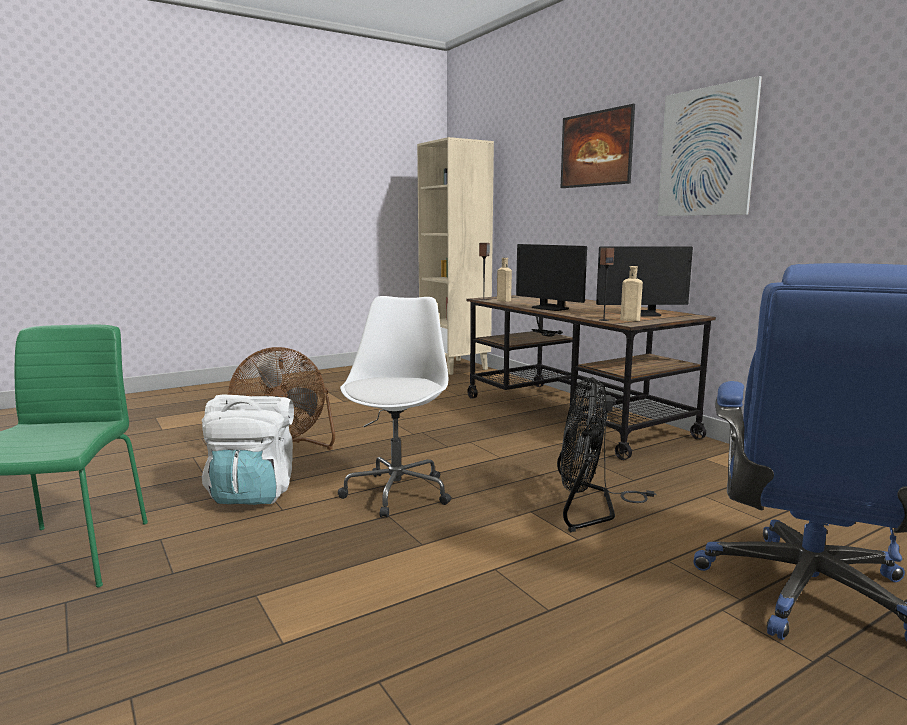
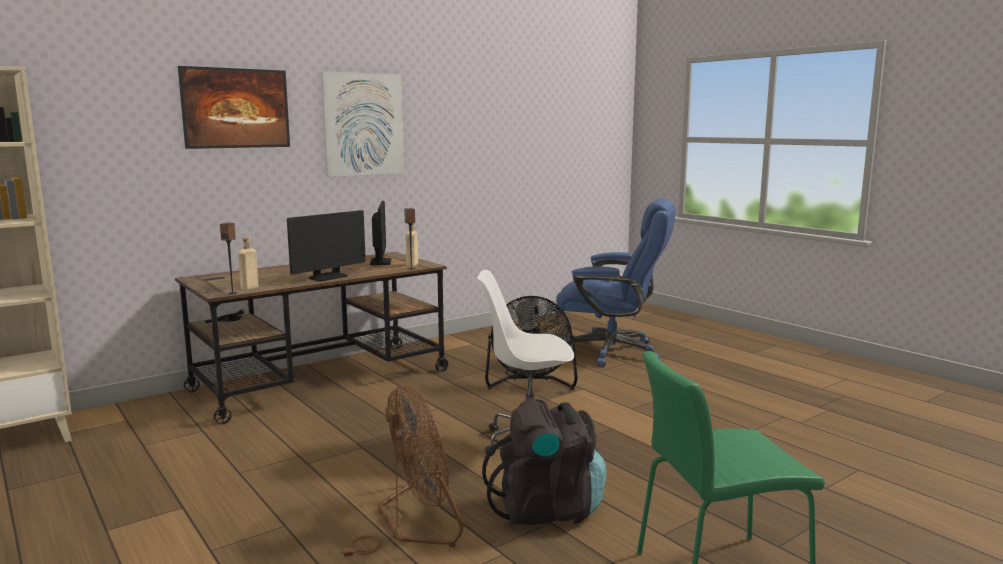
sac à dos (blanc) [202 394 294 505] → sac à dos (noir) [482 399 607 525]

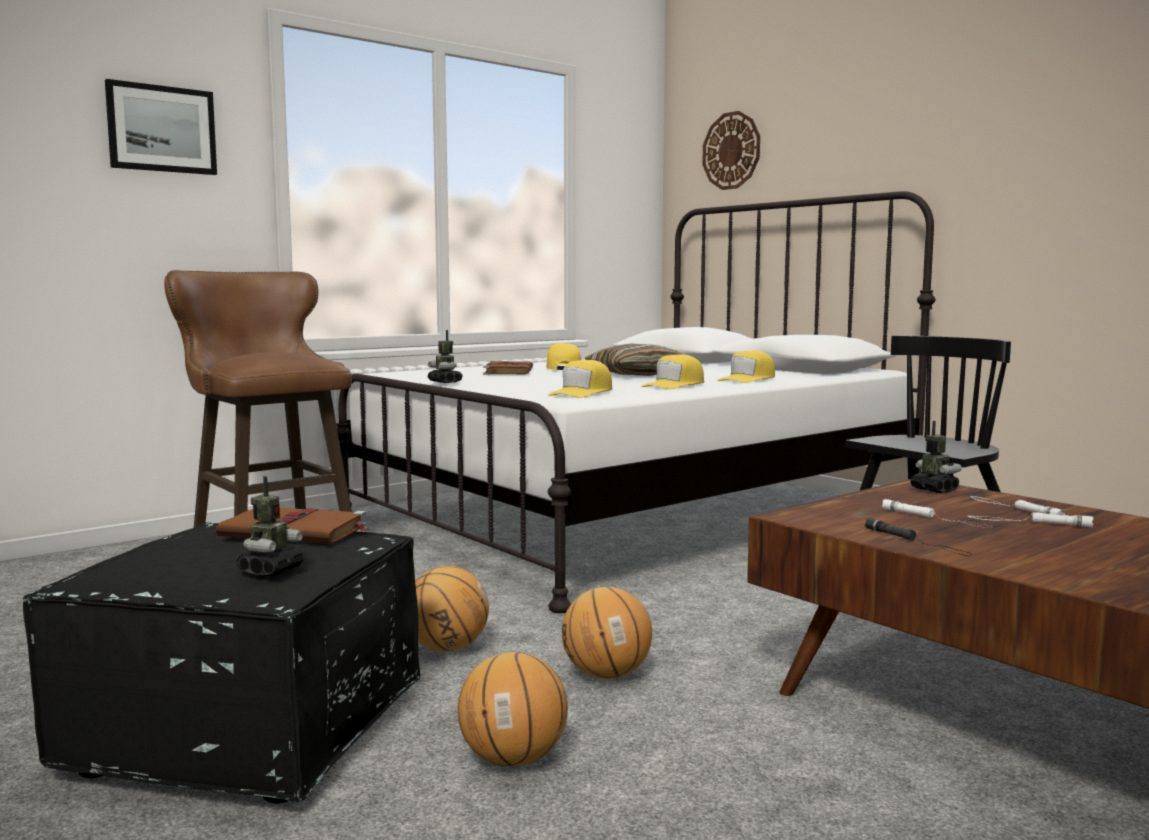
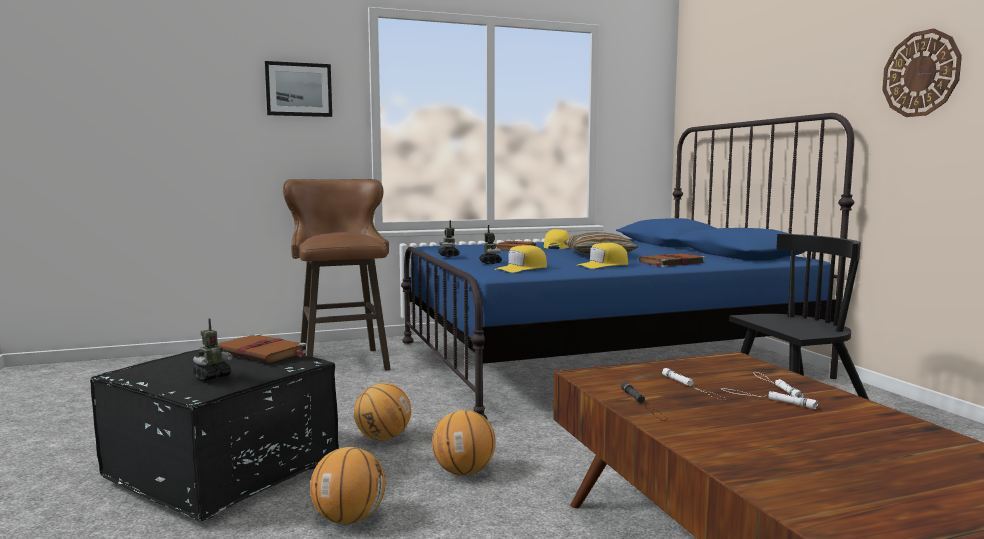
lit (blanc) [337 191 935 613] → lit (bleu) [401 113 855 419]
horloge murale [702 111 760 190] → horloge murale [882 28 962 117], move
casquette (jaune) [717 350 775 383] → livre (marron) [639 253 706 267]
robot jouet [910 421 962 493] → robot jouet [479 225 502 264], move

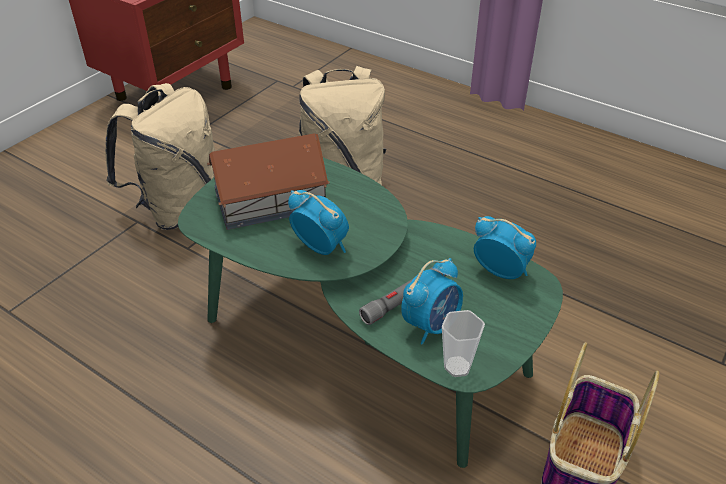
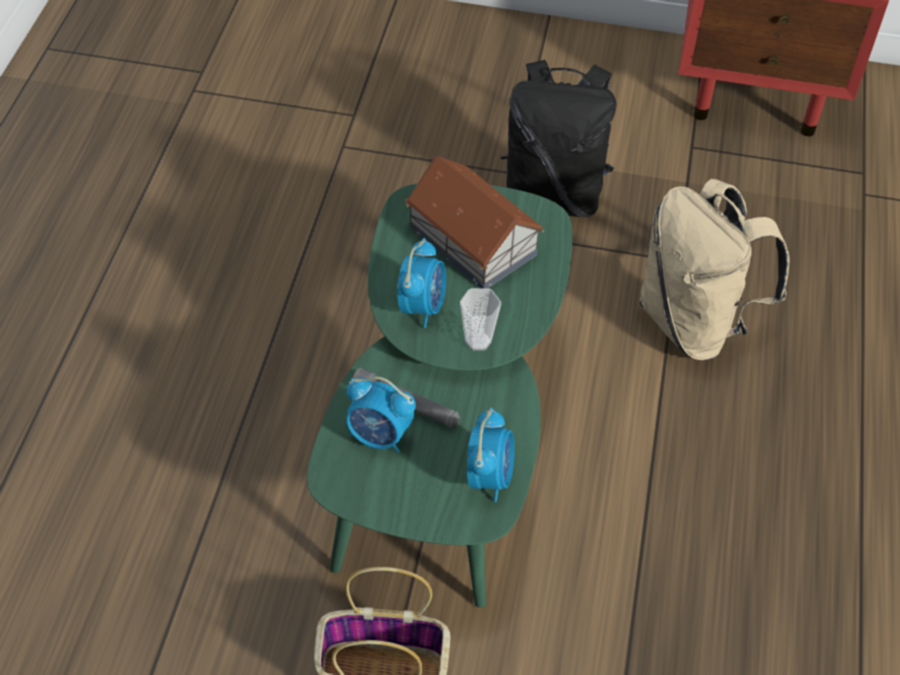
sac à dos (beige) [105 83 215 230] → sac à dos (noir) [501 60 616 217]
tasse [442 310 485 377] → tasse [460 288 501 351], move

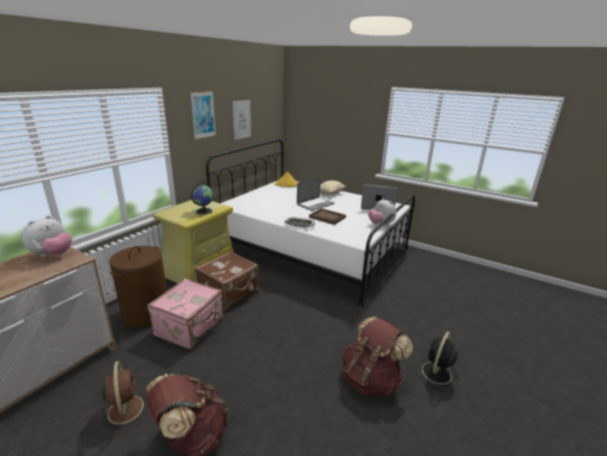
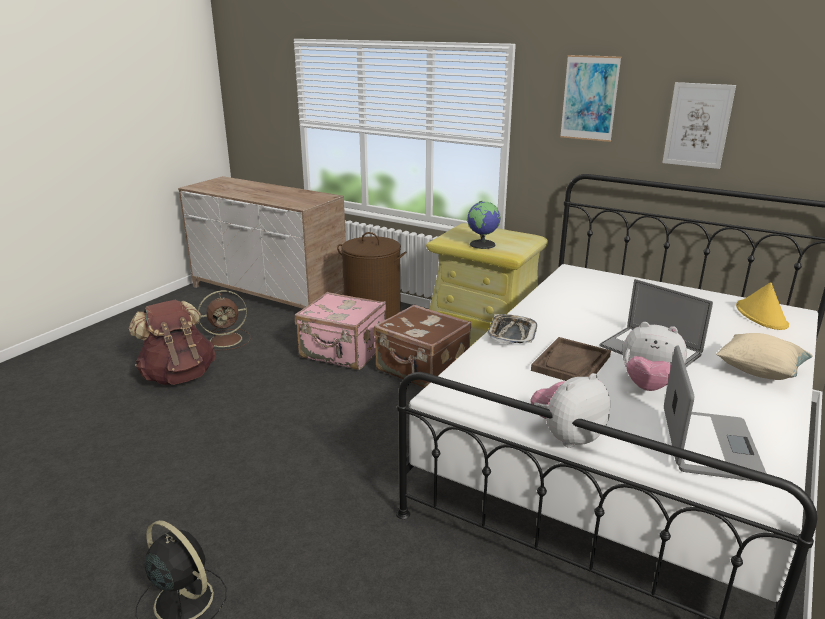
peluche [22 215 72 257] → peluche [623 322 687 391], move
sac à dos (marron) [342 317 413 396] → -

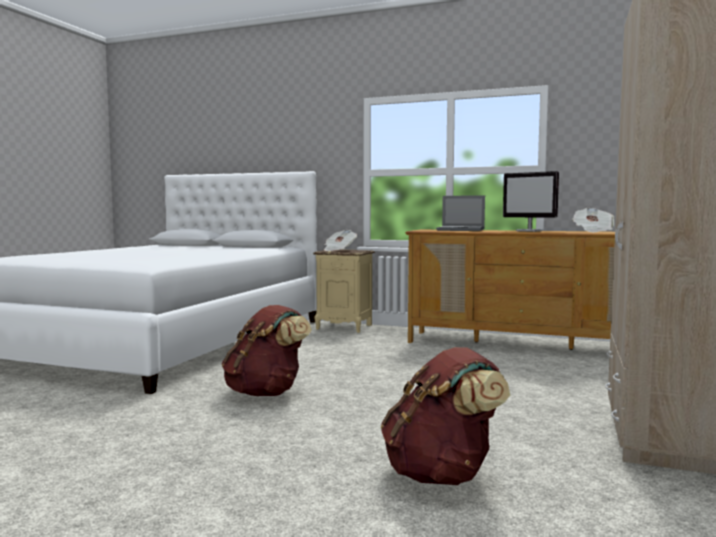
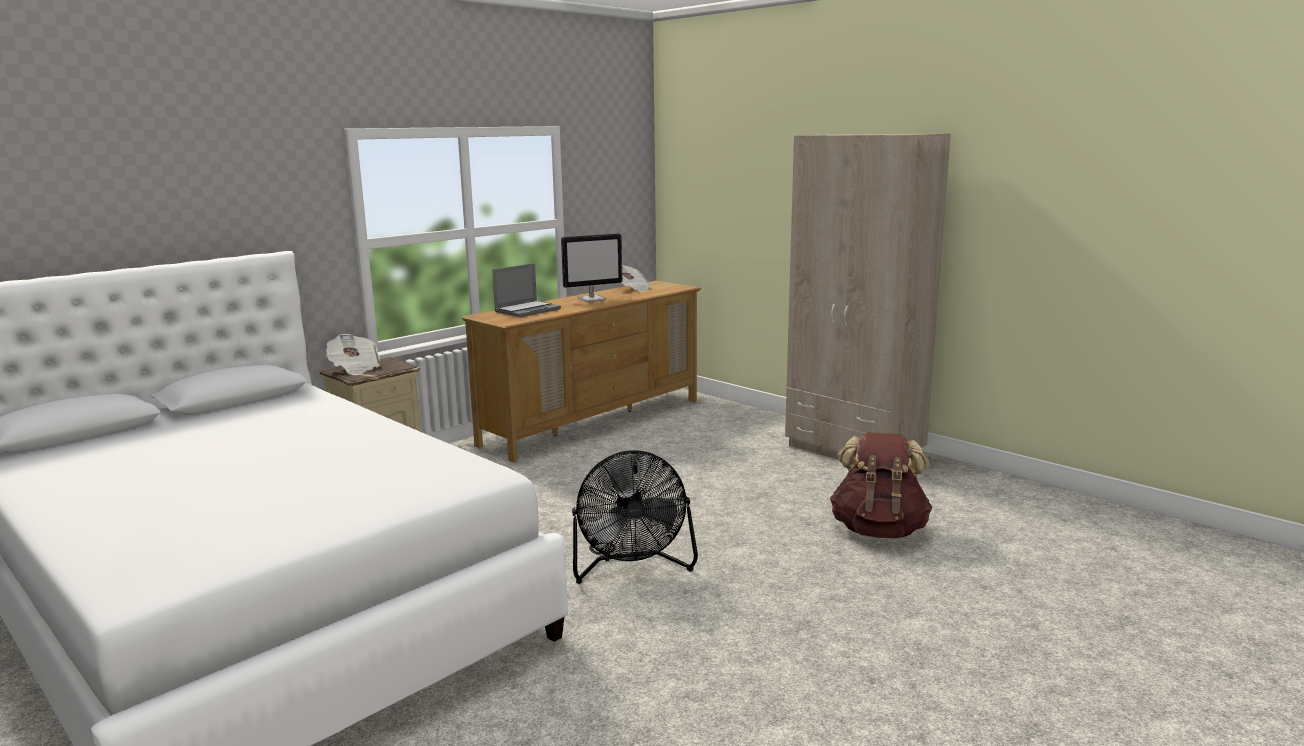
sac à dos (marron) [222 305 312 396] → ventilateur (noir) [572 450 698 584]

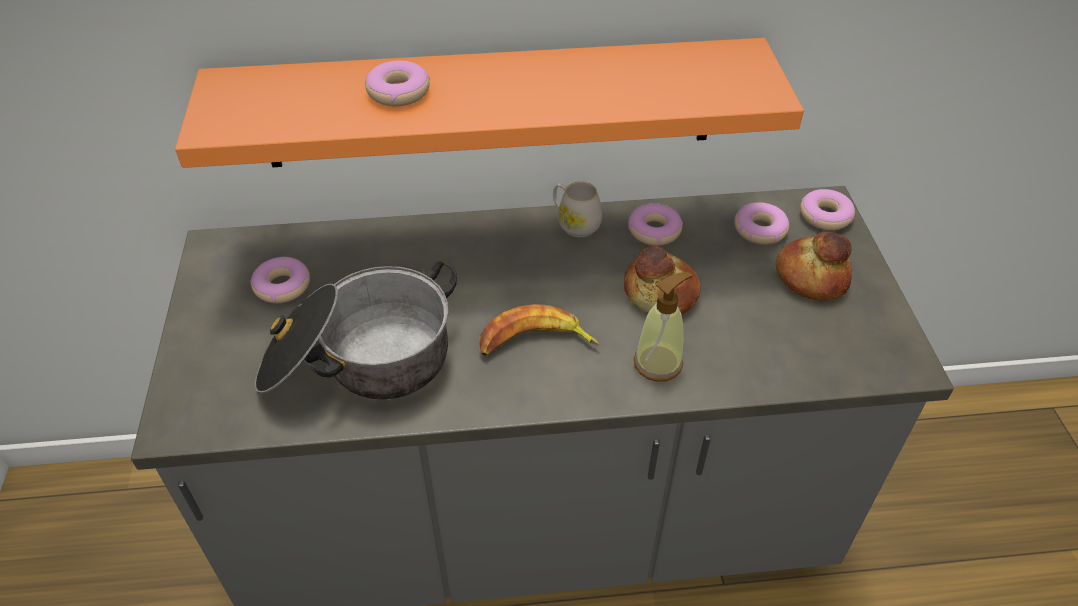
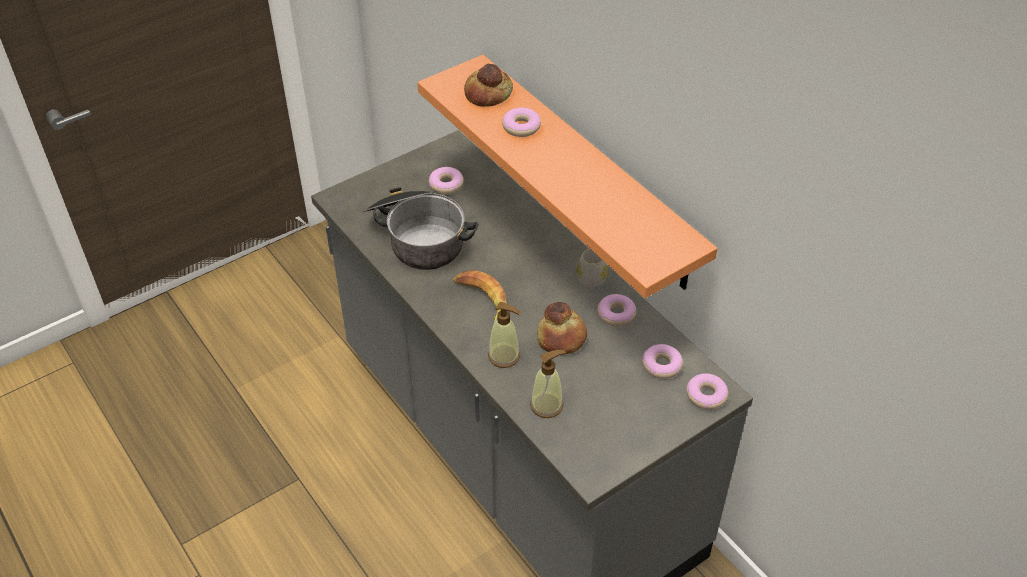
pain [776 232 852 301] → pain [464 64 513 107], move
- → distributeur de savon [530 350 566 418]

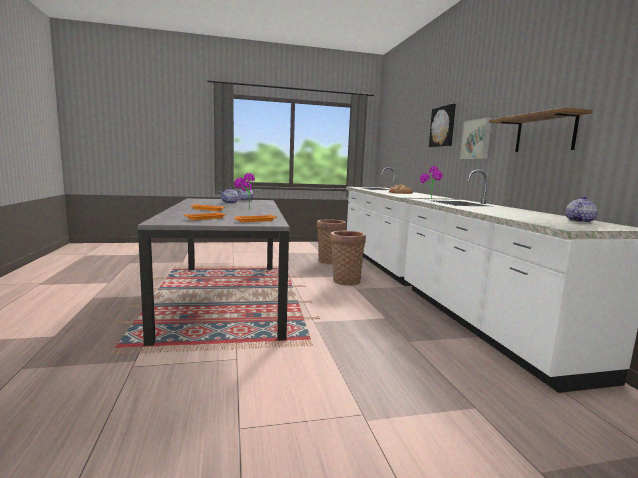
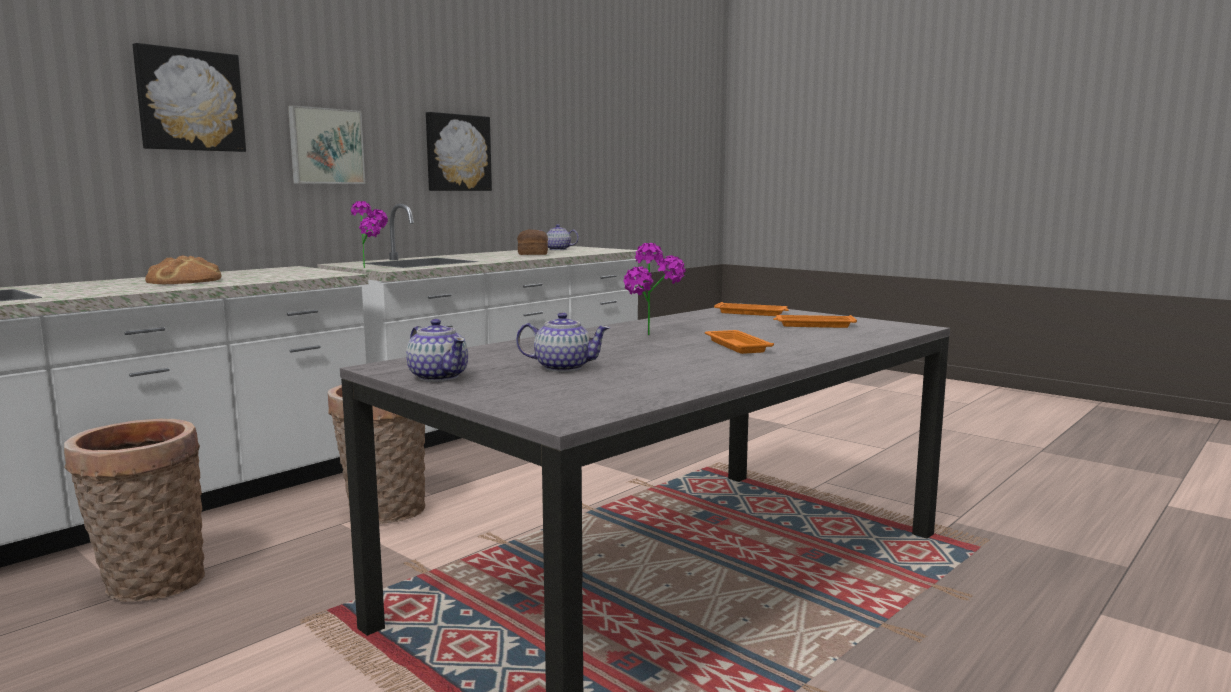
étagère [489 107 593 152] → tableau [426 112 492 191]
- → pain [517 229 548 255]

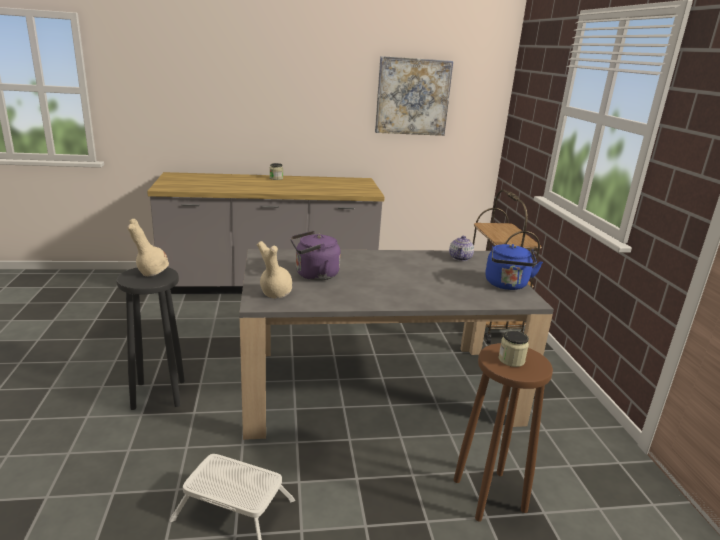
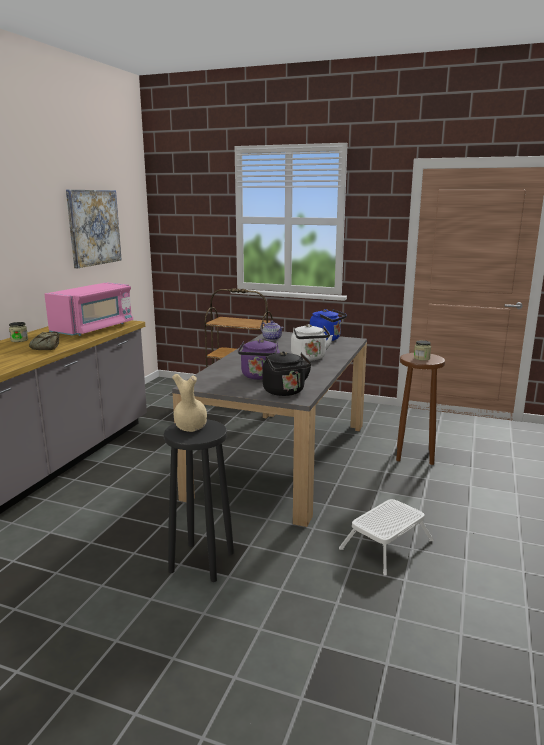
vase (beige) [257 241 292 298] → bouilloire (noir) [263 351 312 396]
- → pain [29 332 60 350]
- → micro-ondes (rose) [44 282 133 336]
- → bouilloire (blanc) [291 324 333 361]

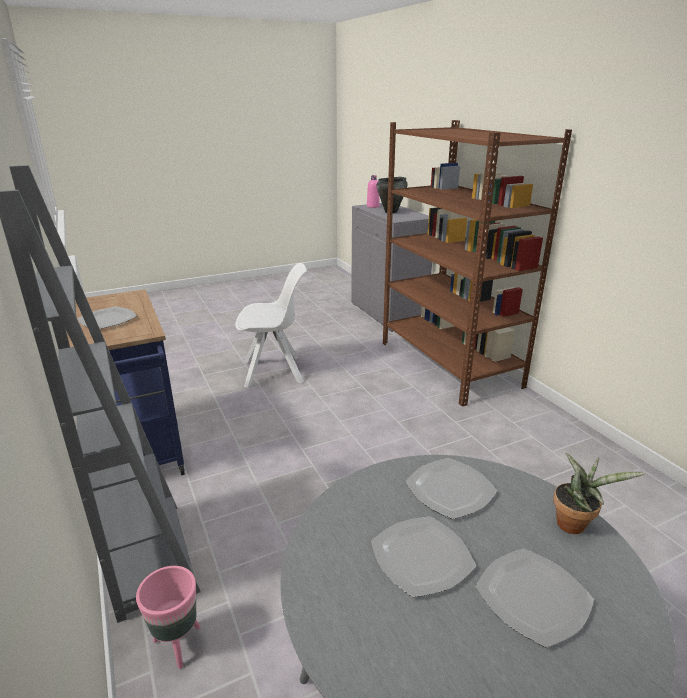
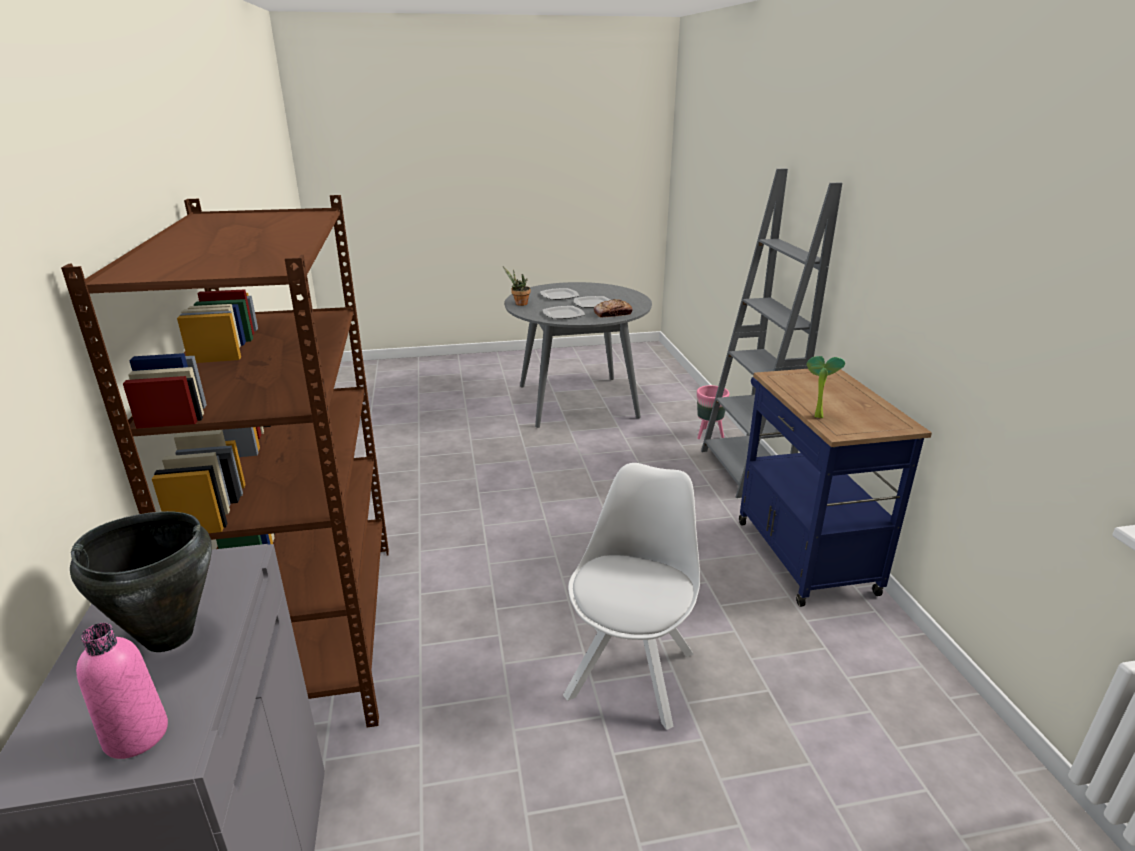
assiette [77 306 137 329] → -
chaise (blanc) [235 263 307 388] → chaise (blanc) [563 463 700 730], 105 degrees clockwise
- → pain [594 299 633 318]
- → plante en pot [807 356 845 418]

